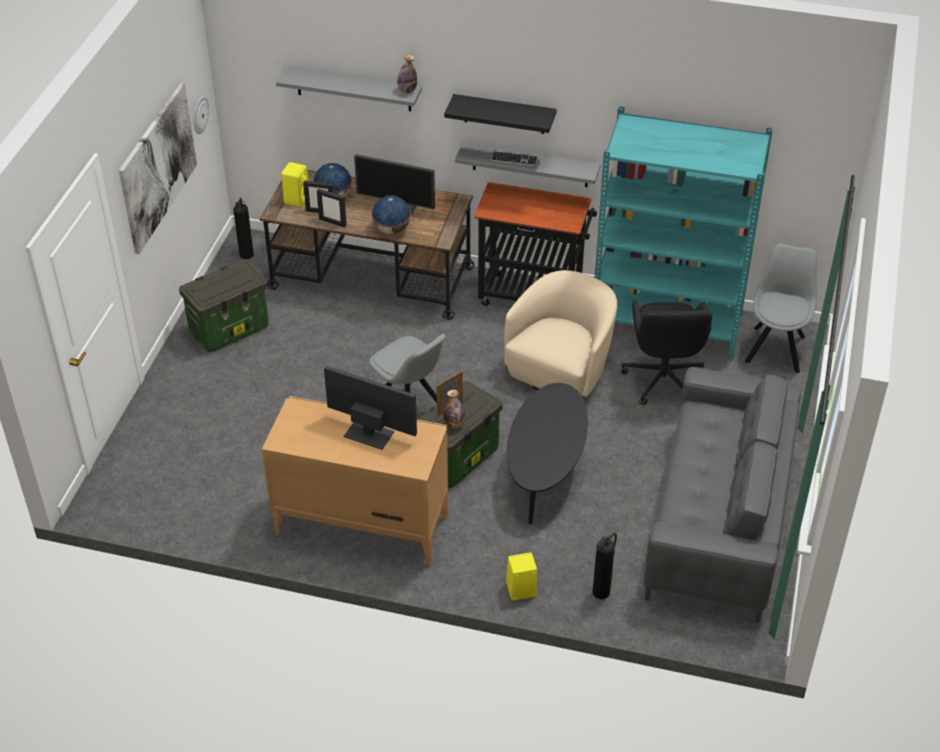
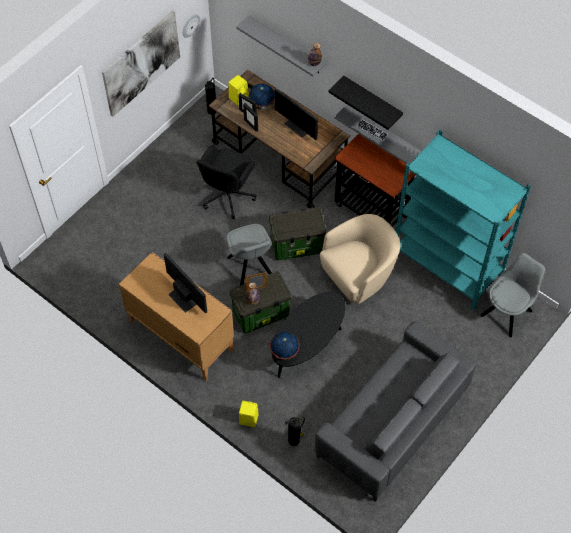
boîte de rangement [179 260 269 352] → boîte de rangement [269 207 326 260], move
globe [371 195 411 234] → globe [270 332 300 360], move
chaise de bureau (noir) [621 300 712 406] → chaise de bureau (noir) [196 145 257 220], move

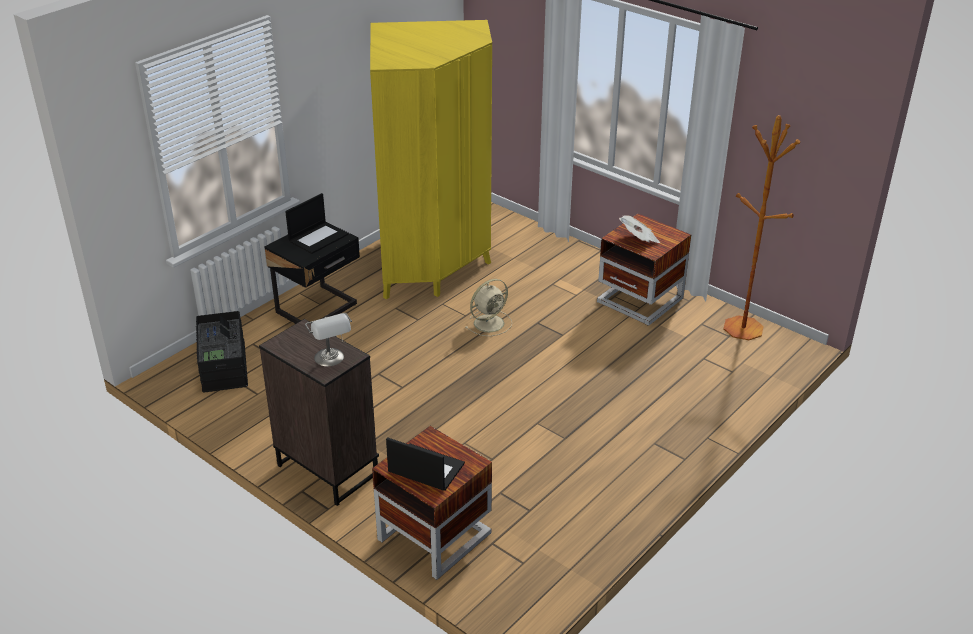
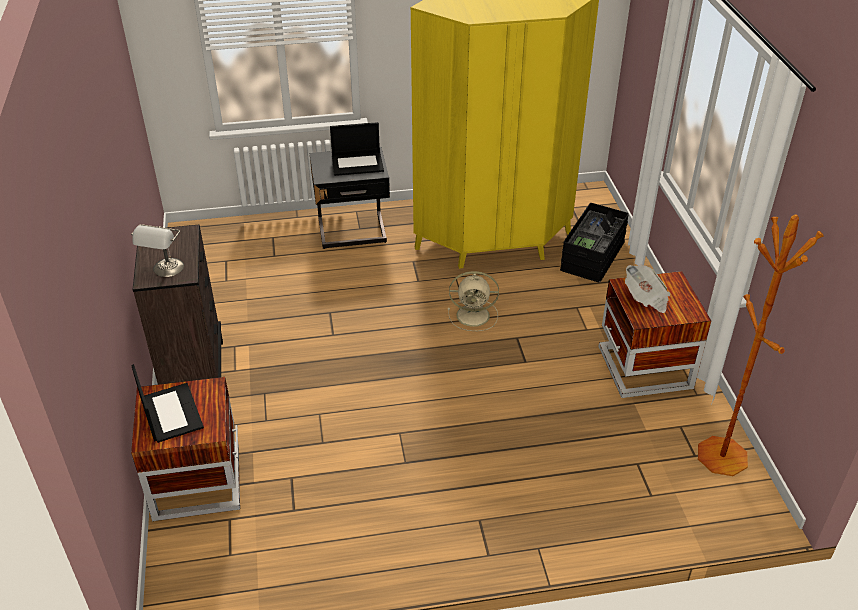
boîte de rangement (noir) [196 311 248 392] → boîte de rangement (noir) [560 203 629 282], move

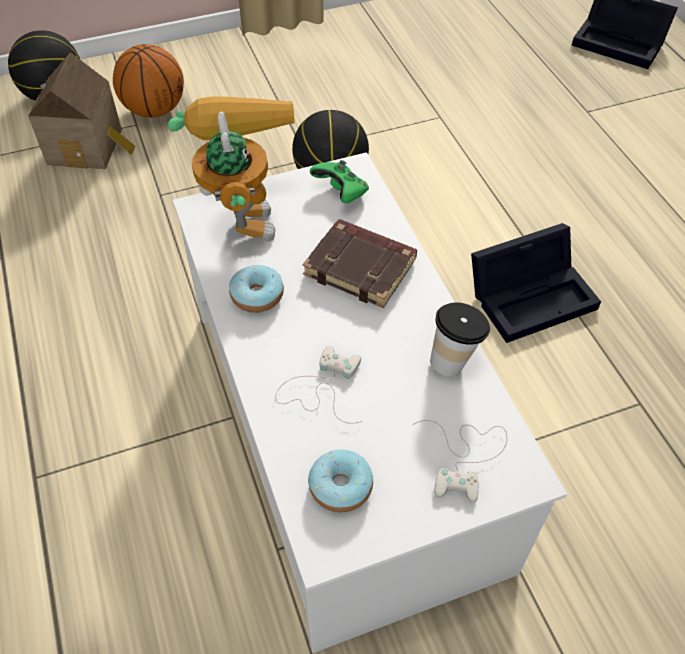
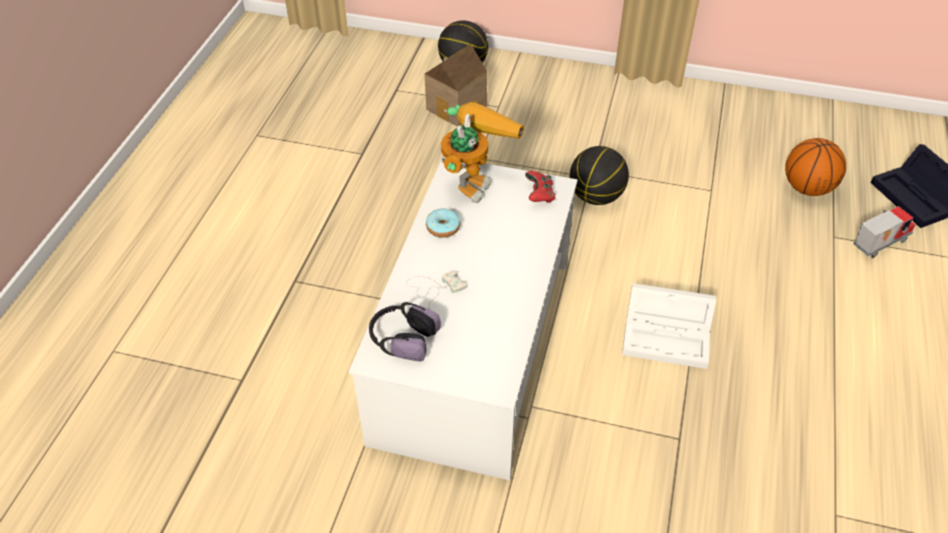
ballon de basket [113 44 184 118] → ballon de basket [785 138 846 196], move
livre (marron) [302 219 417 308] → -
beignet [308 450 373 512] → casque audio [369 302 441 361]
manette (vert) [310 160 369 203] → manette (rouge) [525 171 555 203]
manette (blanc) [412 420 507 503] → -
tasse [430 302 490 376] → -
boîte de rangement (noir) [471 223 601 343] → boîte de rangement (blanc) [622 283 716 369]
- → camion jouet [853 206 916 258]

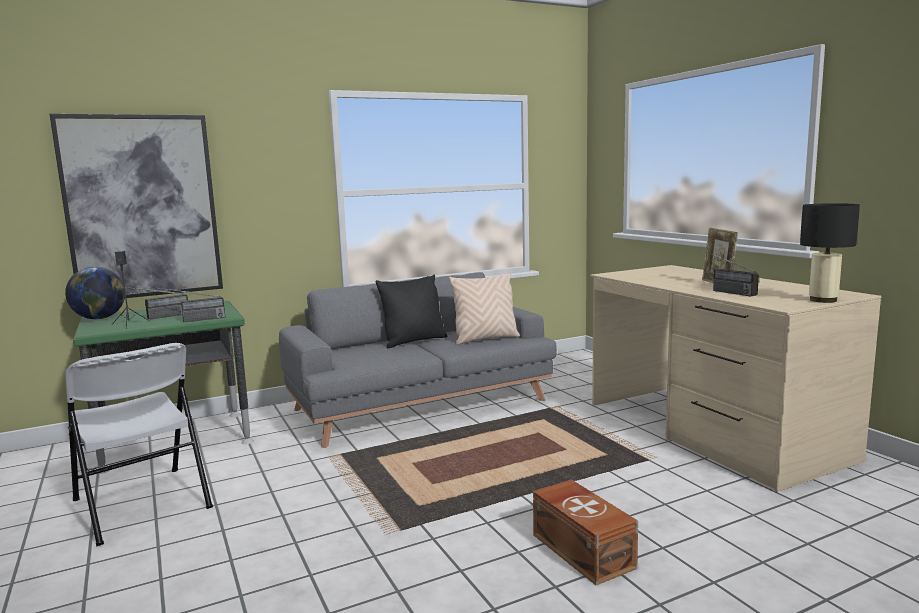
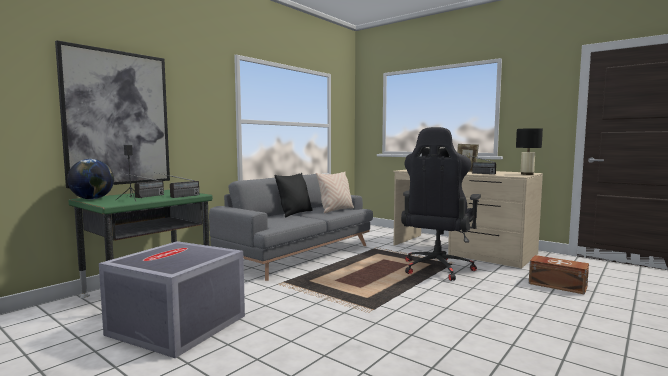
chaise (blanc) [65 343 213 546] → boîte de rangement (gris) [99 241 245 358]
boîte de rangement (marron) [533 479 638 585] → boîte de rangement (marron) [529 255 589 295], move
- → chaise de bureau (noir) [401 127 481 281]

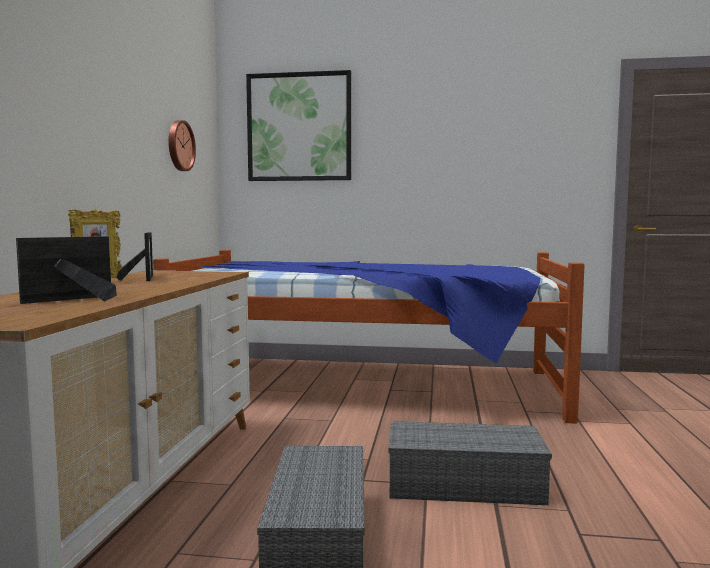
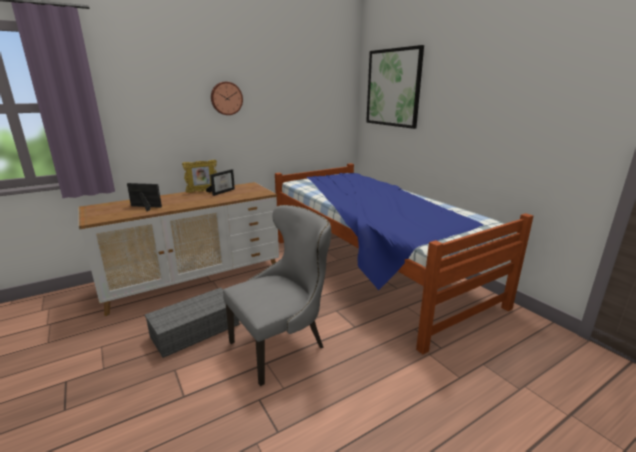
horloge murale [168 120 196 171] → horloge murale [211 82 243 115], move
boîte de rangement (gris) [389 421 552 505] → chaise (gris) [223 205 331 386]

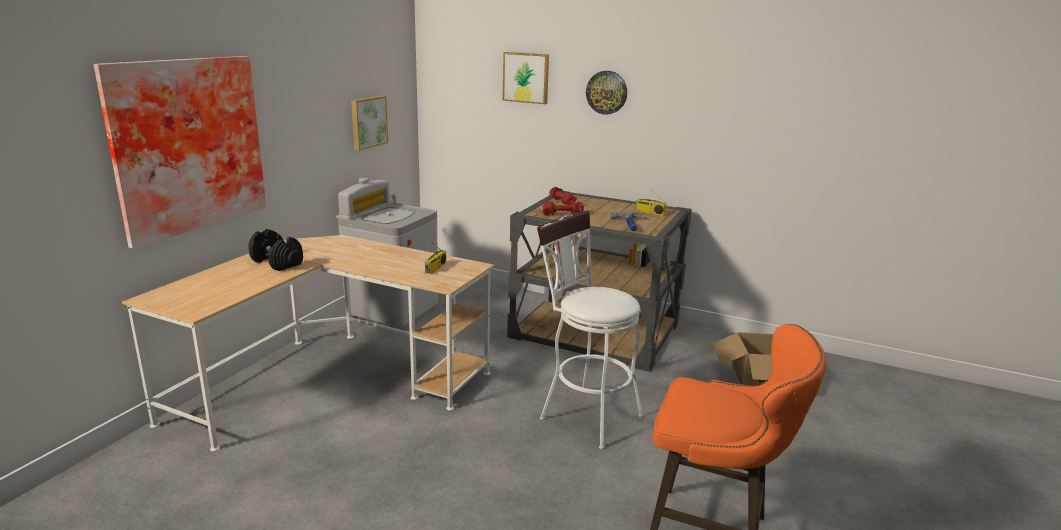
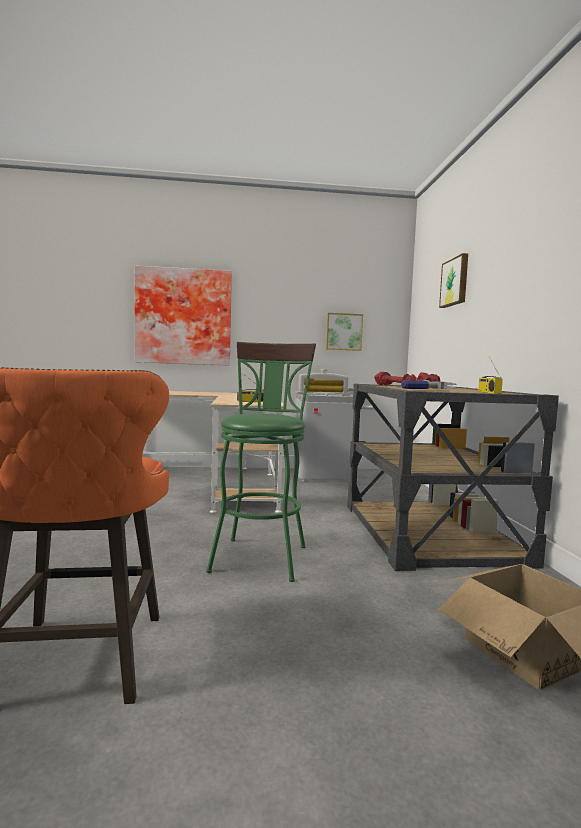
haltère (noir) [248 229 303 271] → -
tabouret (blanc) [537 210 643 450] → tabouret (vert) [206 342 316 582]
horloge murale [586 71 627 115] → -

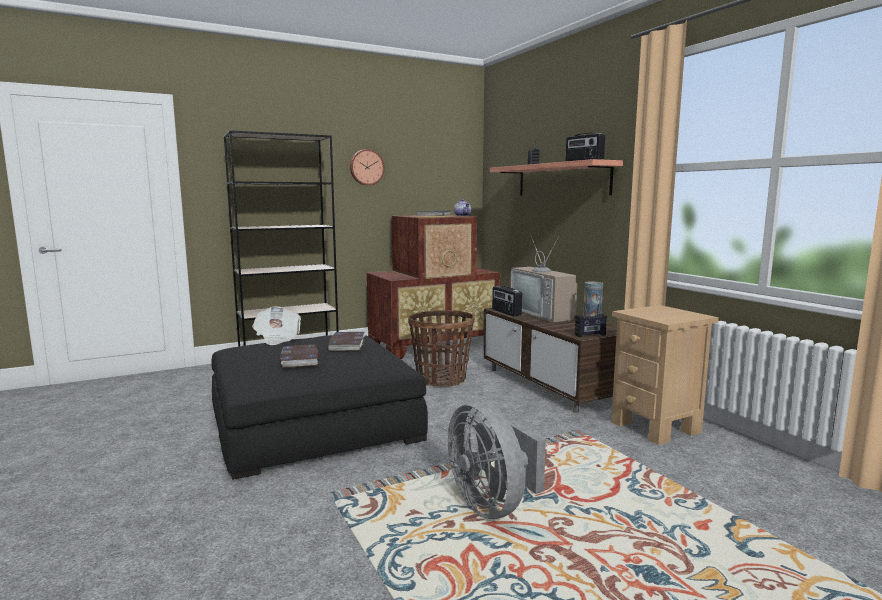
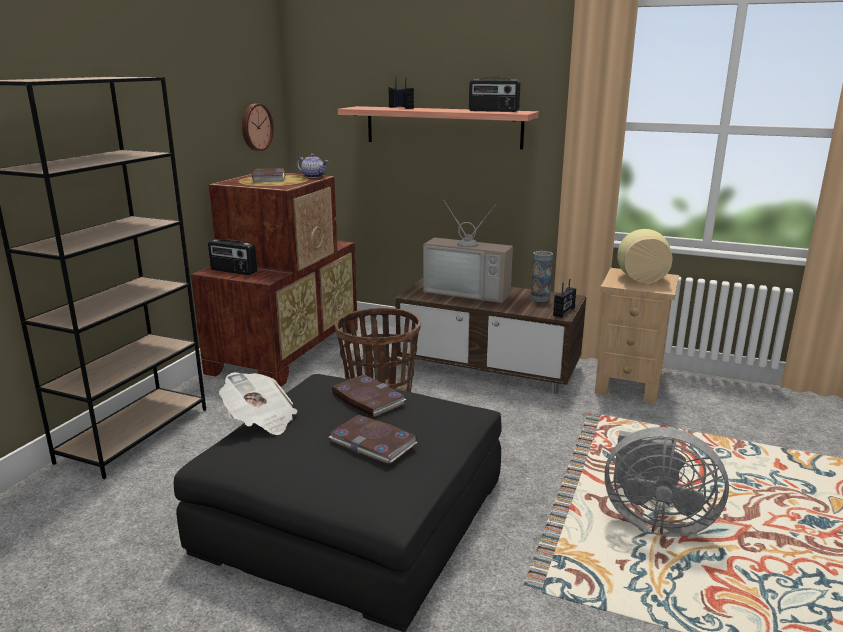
horloge murale [350 149 385 185] → horloge murale [242 104 274 151], move
radio [492 286 522 317] → radio [208 239 257 275], move
- → vase [617 229 672 283]

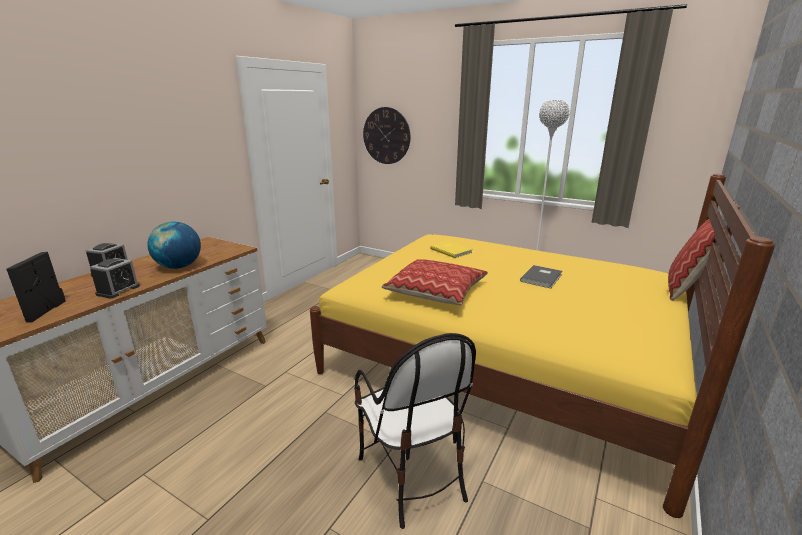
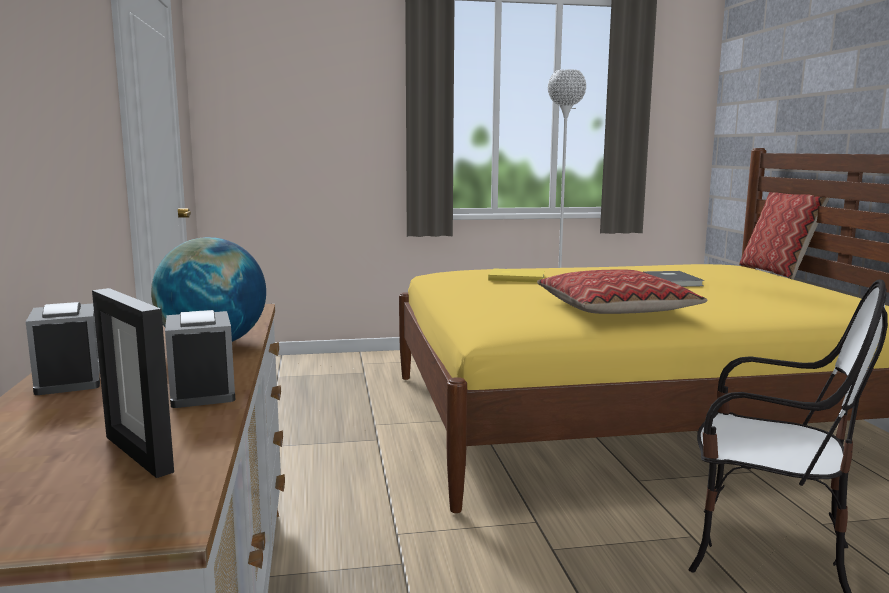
horloge murale [363 107 410 164] → -

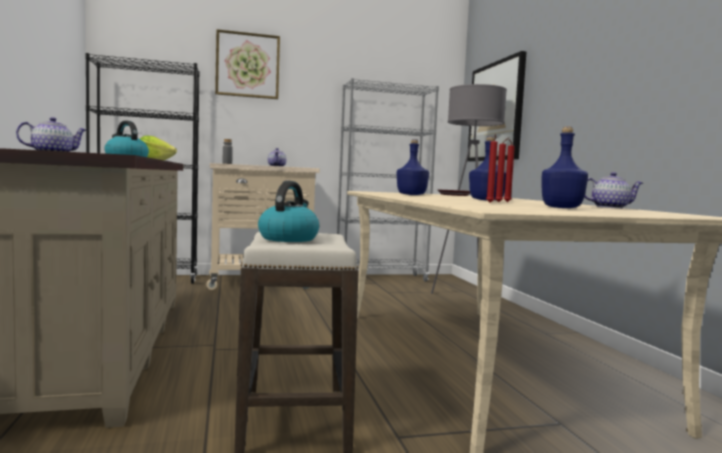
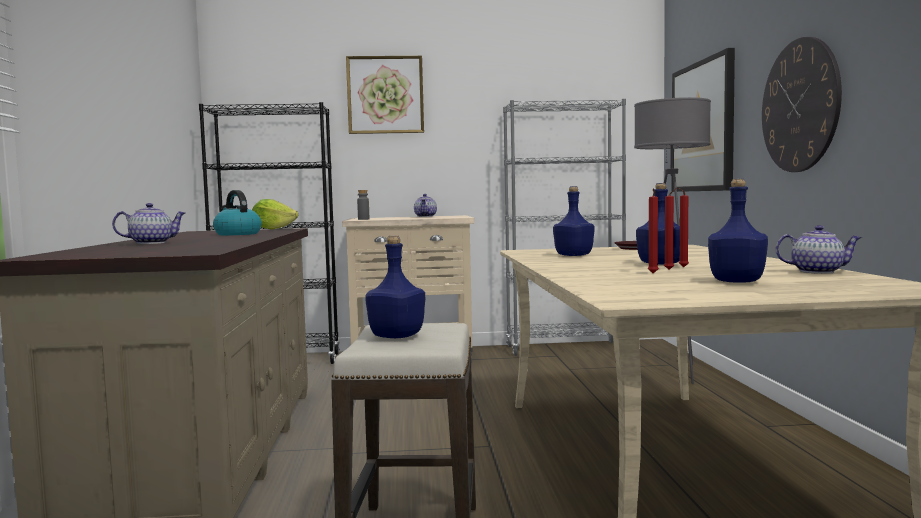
bouilloire [258 181 319 242] → bouteille (bleu) [365 236 425 338]
- → horloge murale [762 37 842 172]

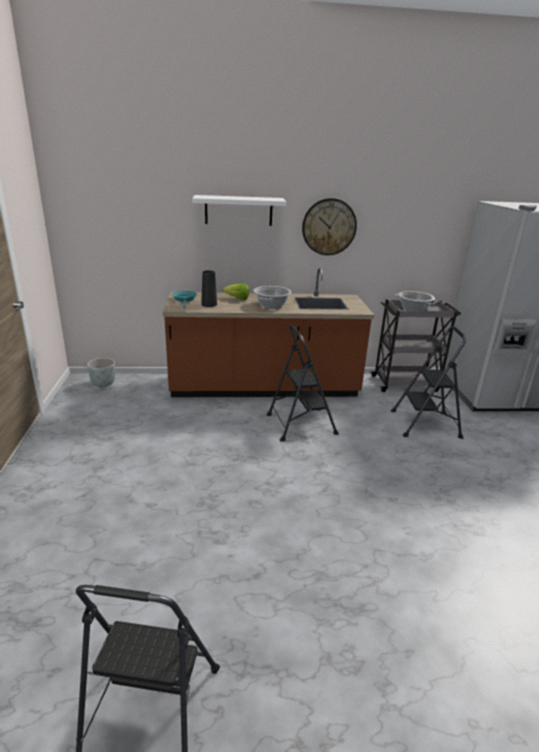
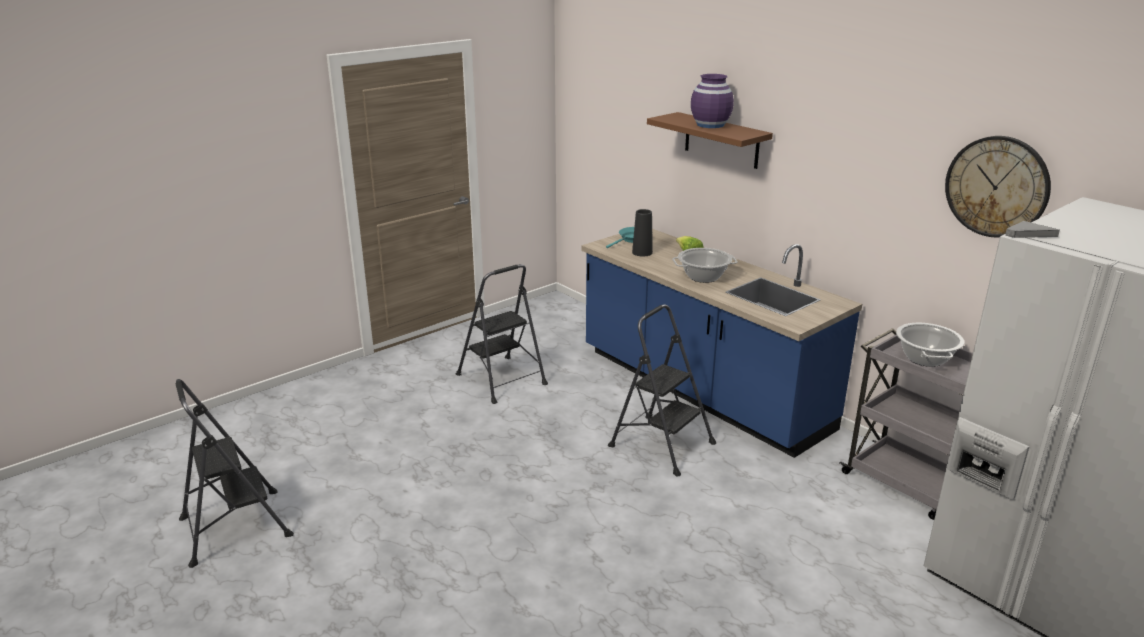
cache-pot (gris) [87 358 115 387] → -
comptoir de cuisine (marron) [163 268 374 397] → comptoir de cuisine (bleu) [581 229 862 458]
étagère (blanc) [192 195 287 226] → étagère (marron) [647 112 773 169]
horloge murale [302 198 357 255] → horloge murale [945 136 1051 238], move
escabeau (noir) [391 326 466 439] → escabeau (noir) [456 264 548 404], move
- → vase (violet) [691 74 734 128]

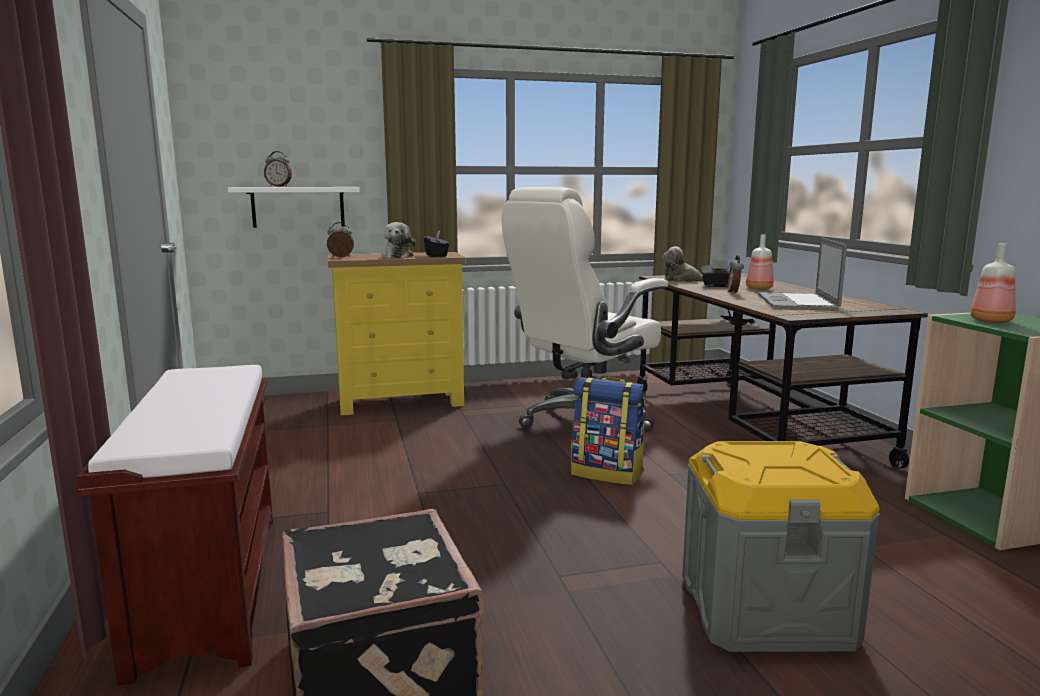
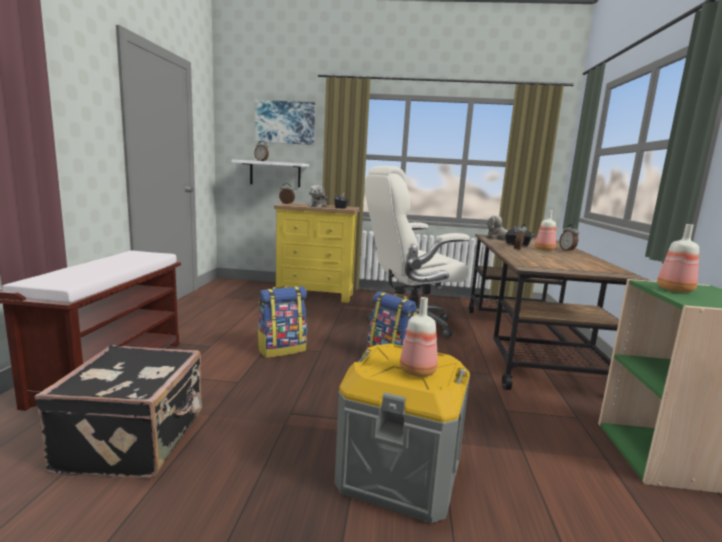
ordinateur portable [758 237 847 310] → -
- → tableau [255 100 315 145]
- → sac à dos [257 286 307 358]
- → bouteille [400 297 438 377]
- → réveil [559 224 579 252]

